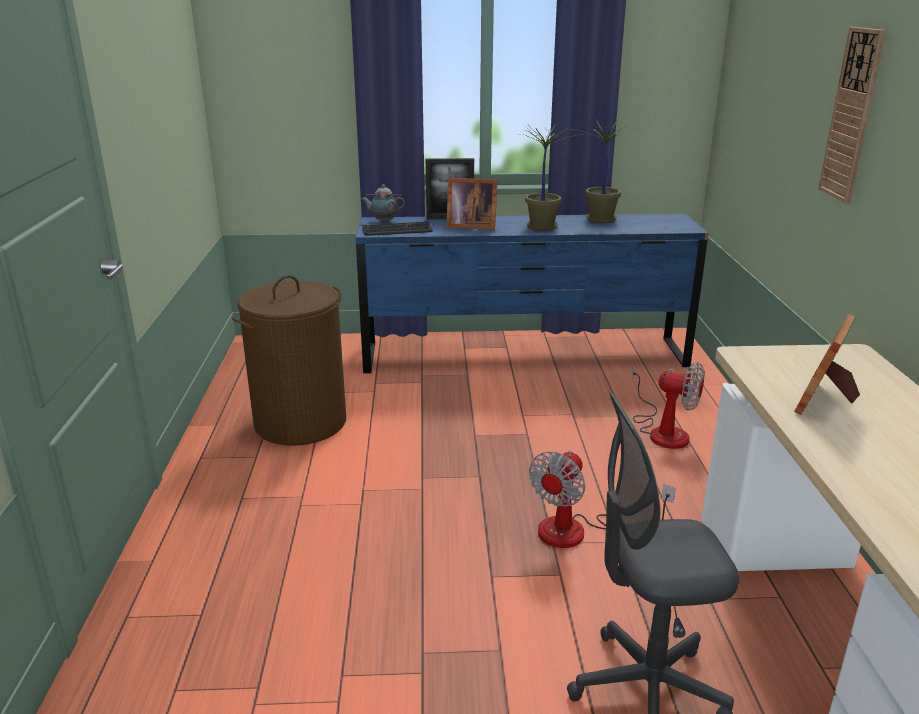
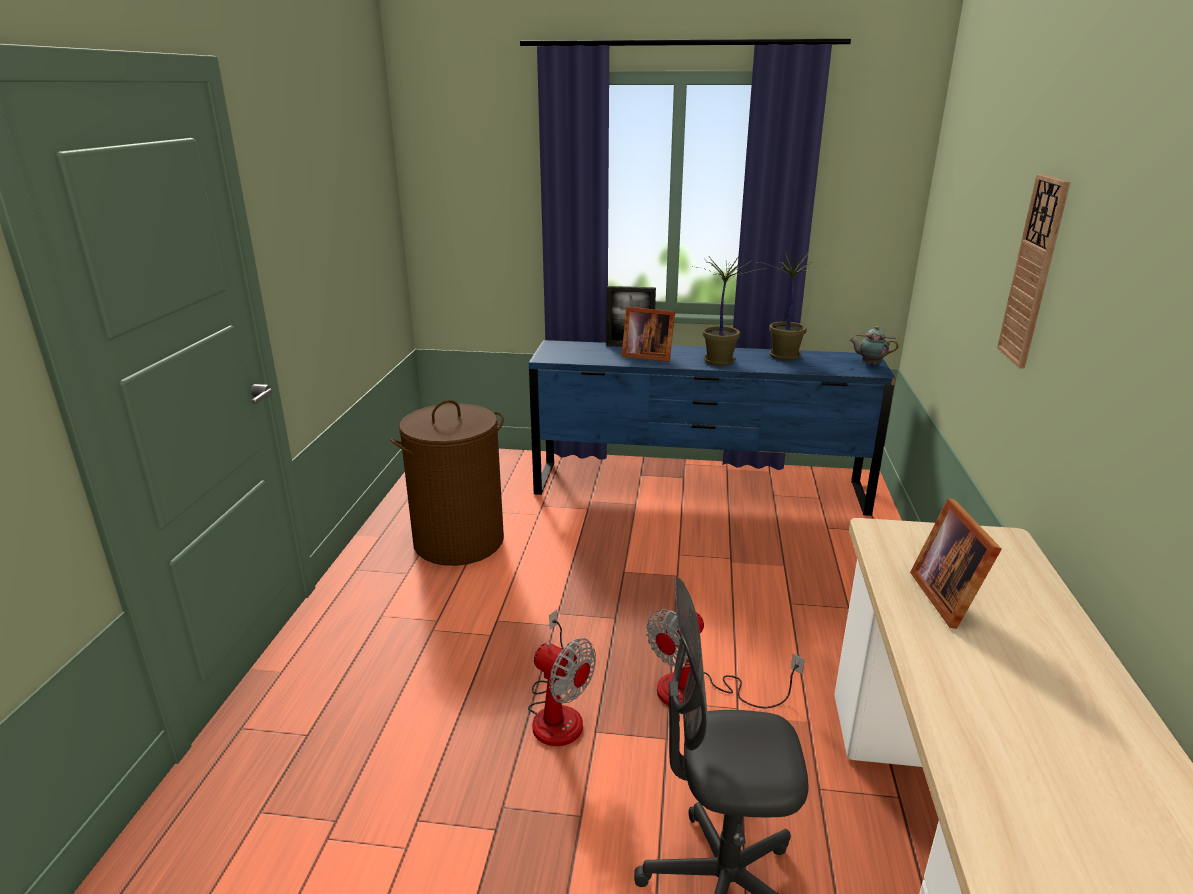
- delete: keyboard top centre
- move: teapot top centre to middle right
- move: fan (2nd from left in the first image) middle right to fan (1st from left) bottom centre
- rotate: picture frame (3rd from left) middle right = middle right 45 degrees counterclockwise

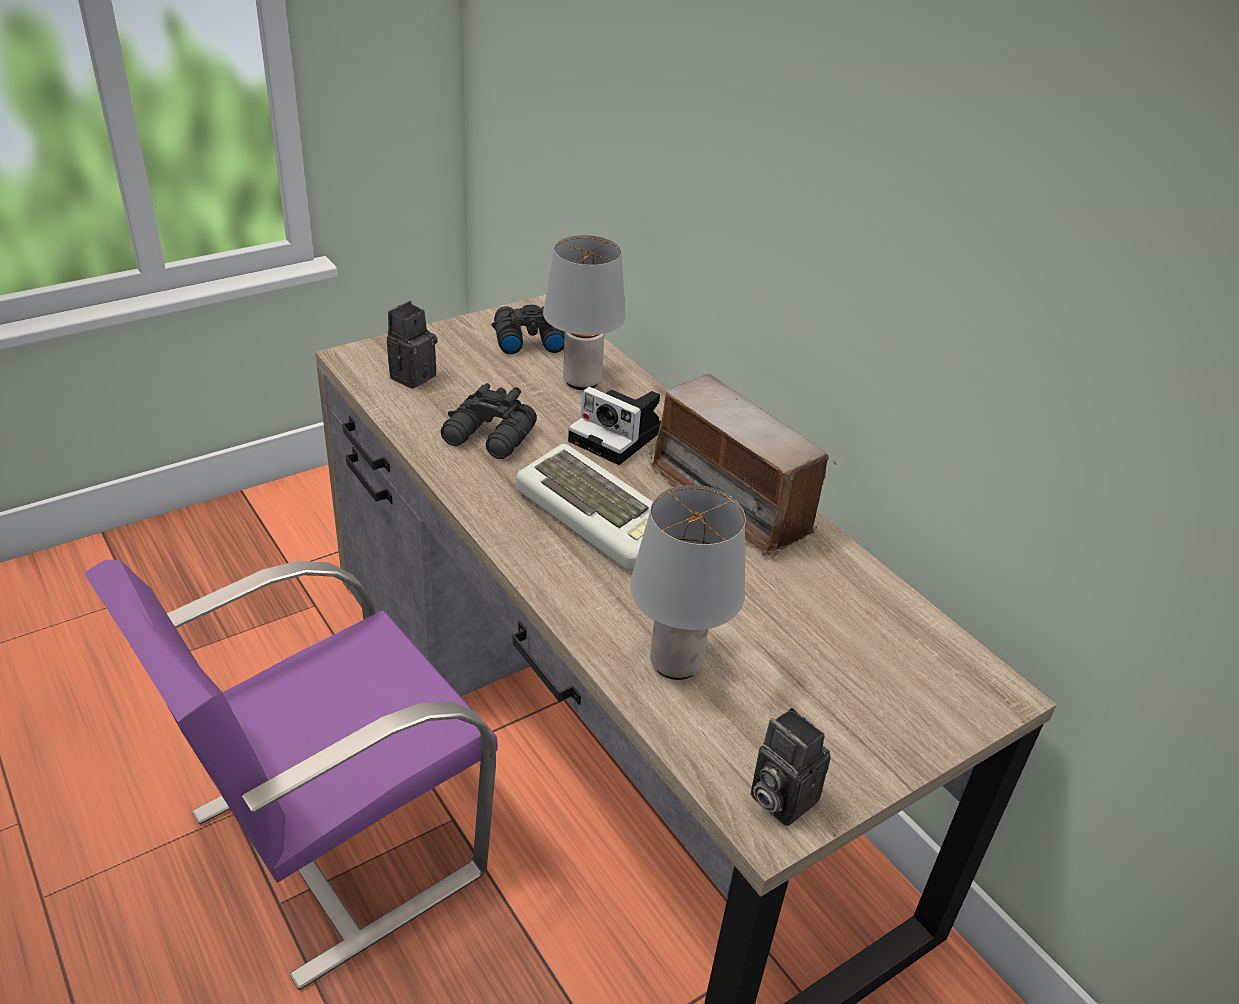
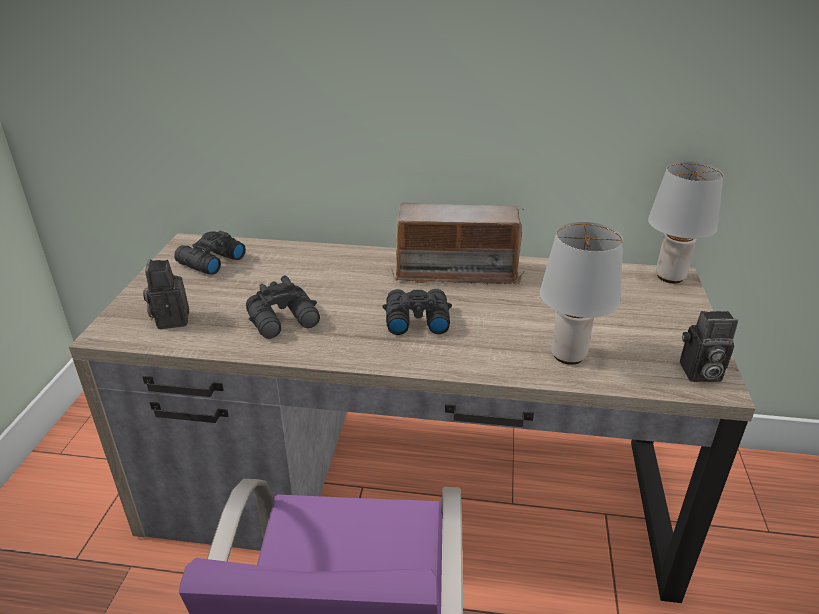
- delete: photo camera (2nd from left) centre
- move: table lamp/grey (1st from left in the first image) top centre to table lamp/grey (2nd from left) middle right
- replace: keyboard centre to binoculars/black (3rd from left) centre

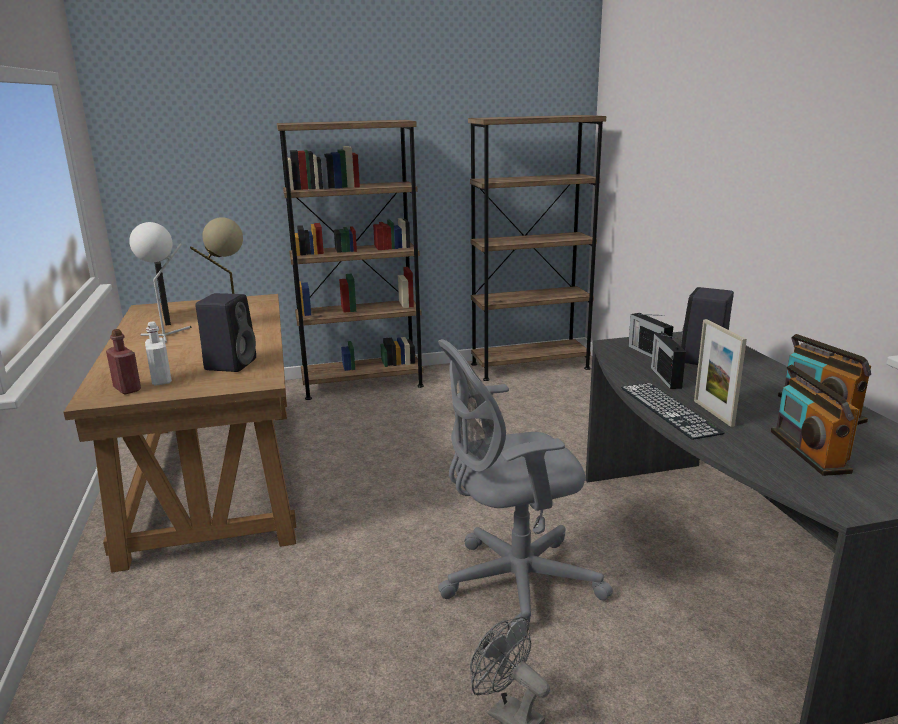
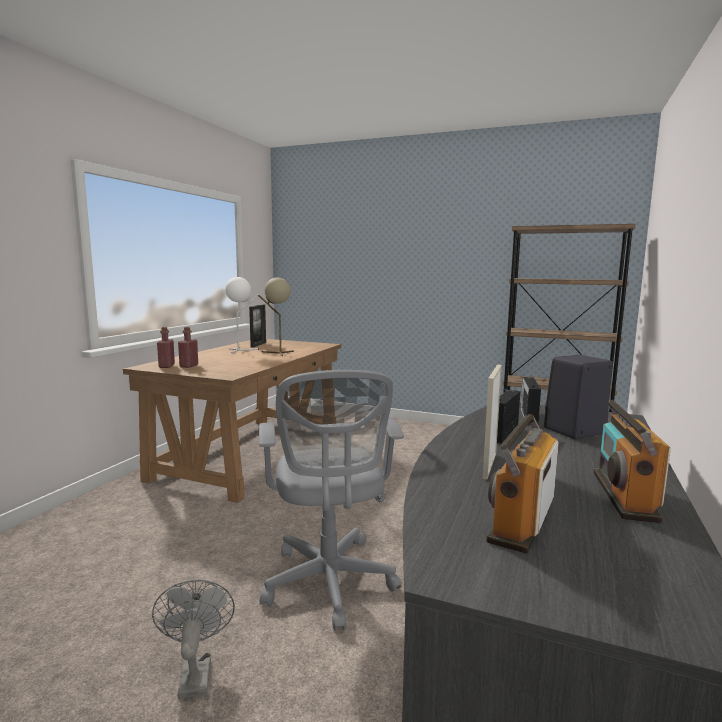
- delete: speaker/black (1st from left) middle left
- delete: bookcase/brown (1st from left) centre
- delete: keyboard middle right
- recolor: bottle/white middle left to bottle/red (2nd from left) middle left
- rotate: office chair/grey bottom centre = bottom centre 120 degrees counterclockwise

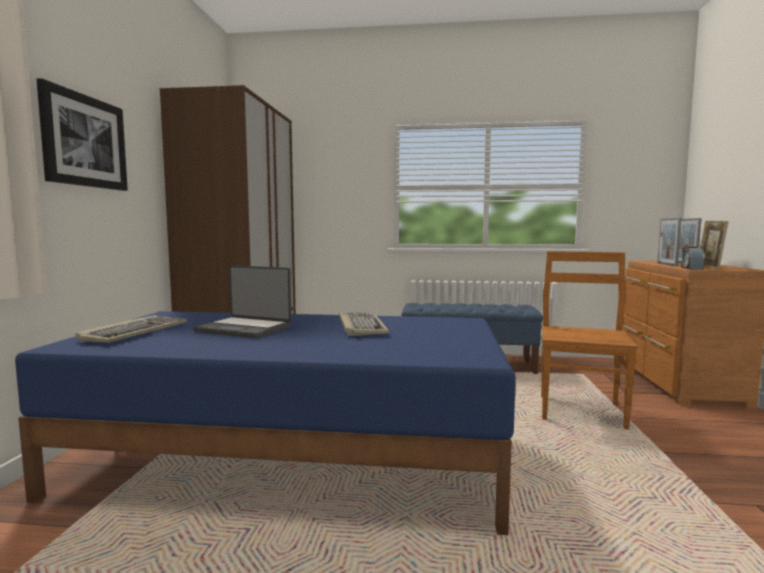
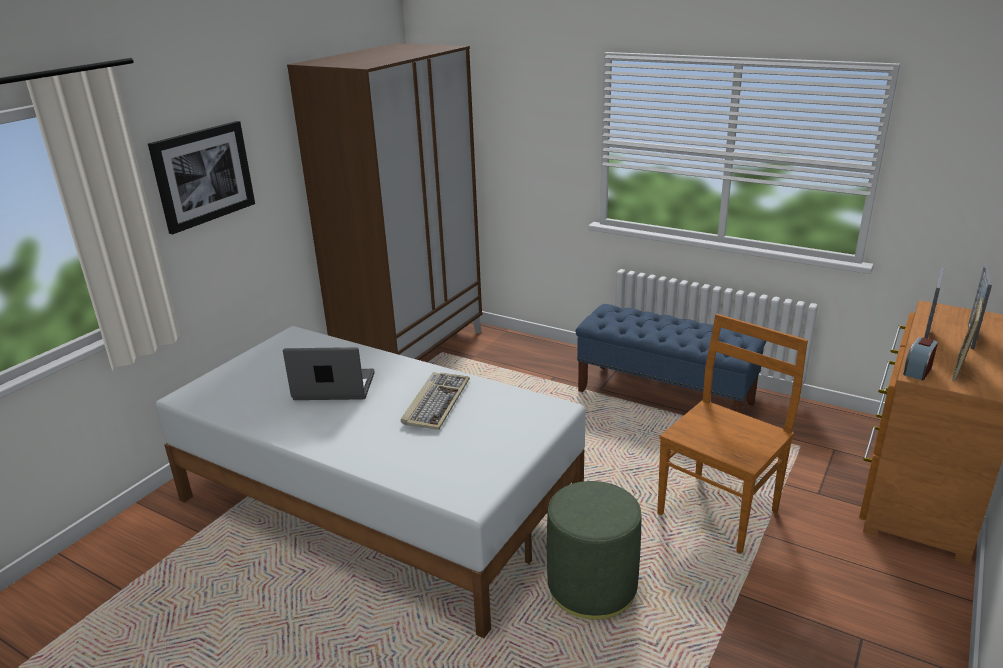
- delete: keyboard (1st from left) middle left
- insert: ottoman/green bottom centre
- recolor: bed/blue bottom centre to bed/white bottom centre
- rotate: laptop middle left = middle left 135 degrees clockwise

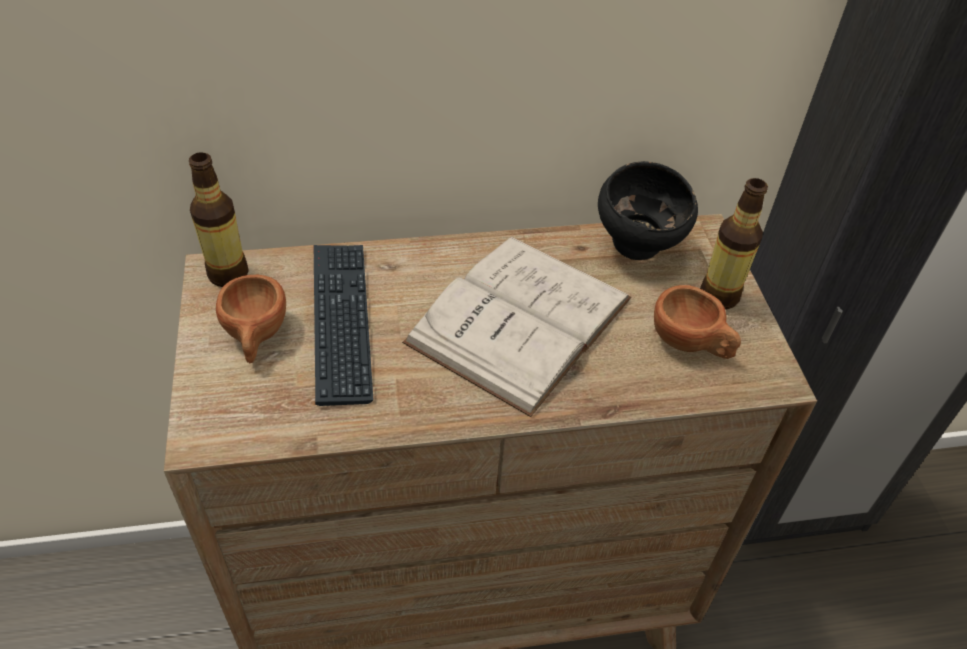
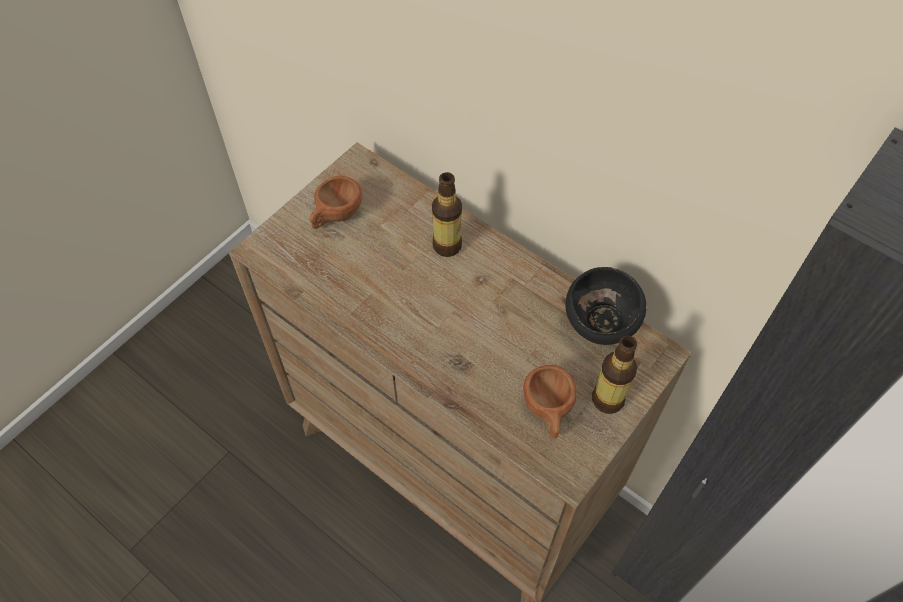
- delete: keyboard centre
- delete: book/white centre
- move: bottle (1st from left) middle left to centre

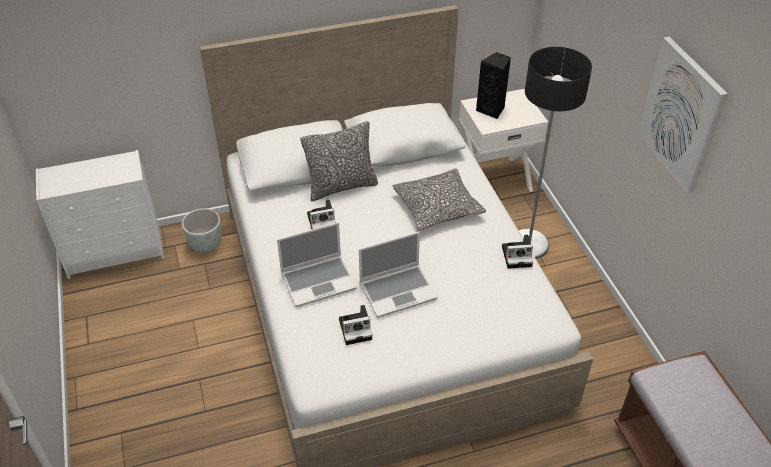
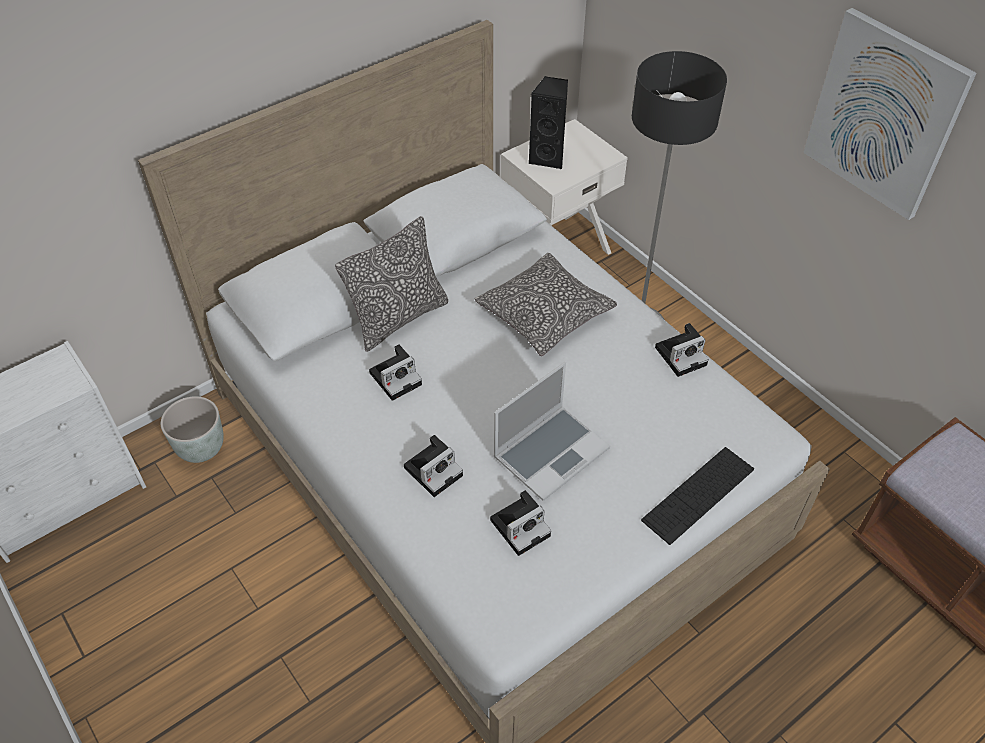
- insert: keyboard bottom right
- replace: laptop (1st from left) centre to photo camera (2nd from left) centre

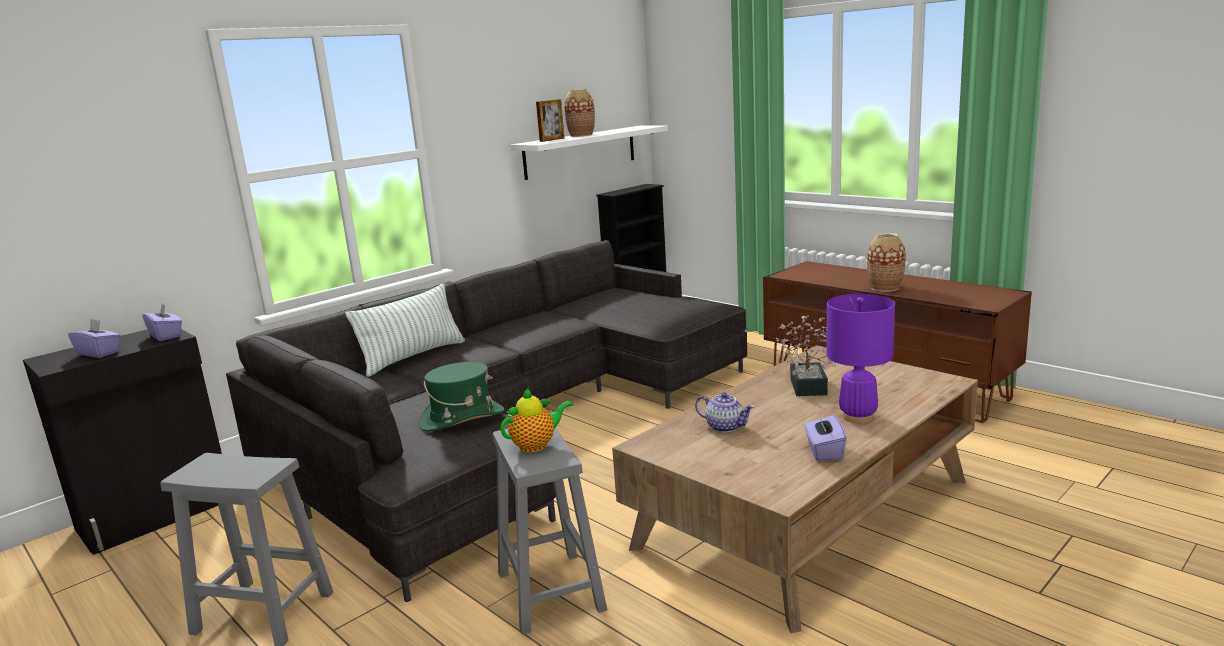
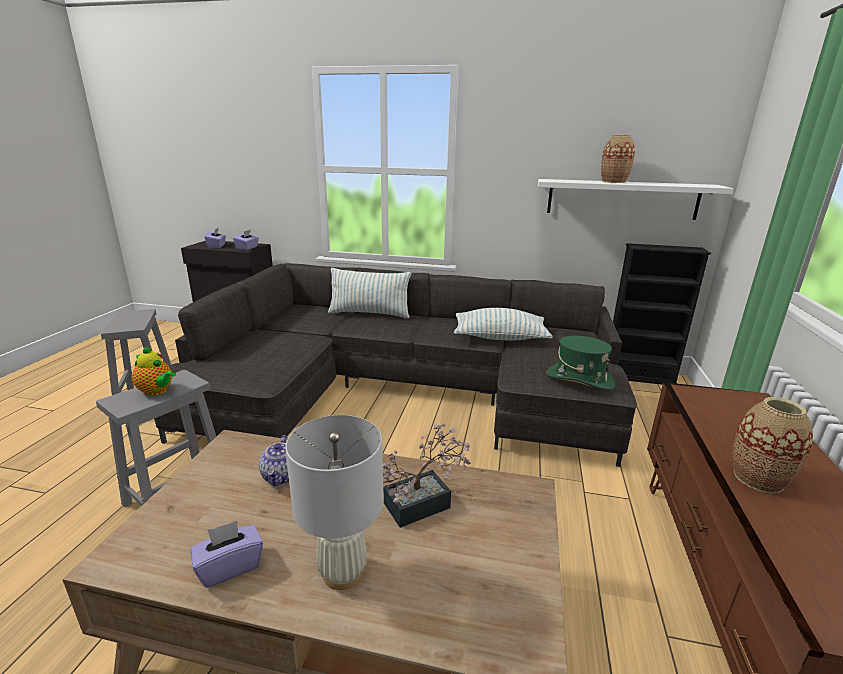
- delete: picture frame top centre
- insert: pillow (2nd from left) centre
- move: hat/green centre to middle right
- recolor: table lamp/purple middle right to table lamp/white bottom centre

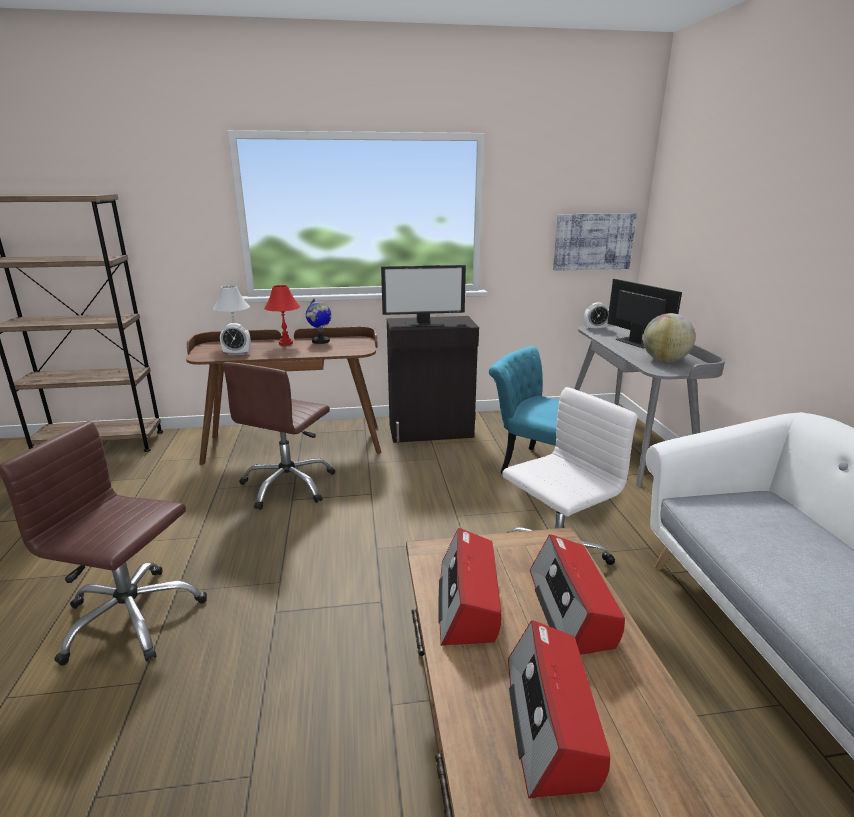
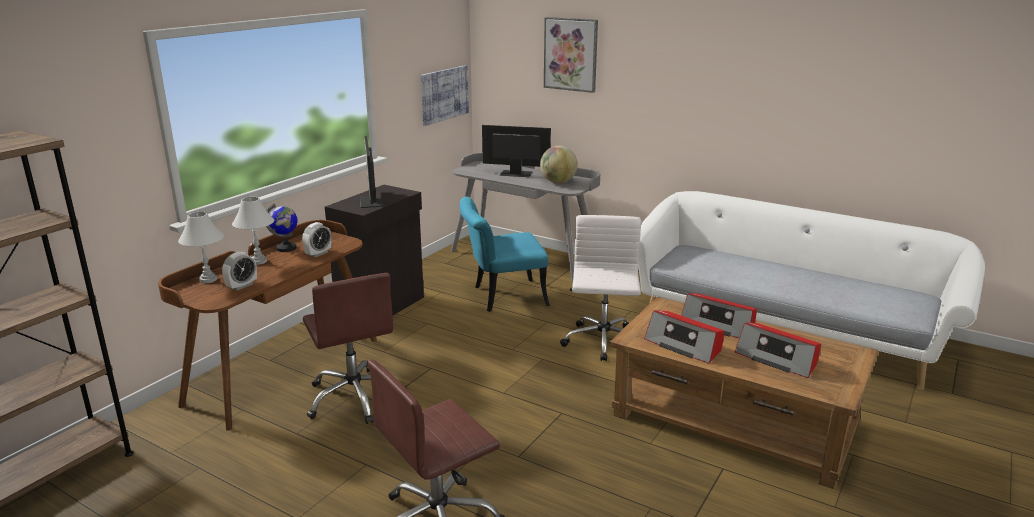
- insert: picture (2nd from left) top centre
- move: alarm clock (2nd from left) middle right to middle left
- recolor: table lamp/red middle left to table lamp/white (2nd from left) middle left
- rotate: monitor (1st from left) centre = top centre 135 degrees clockwise

